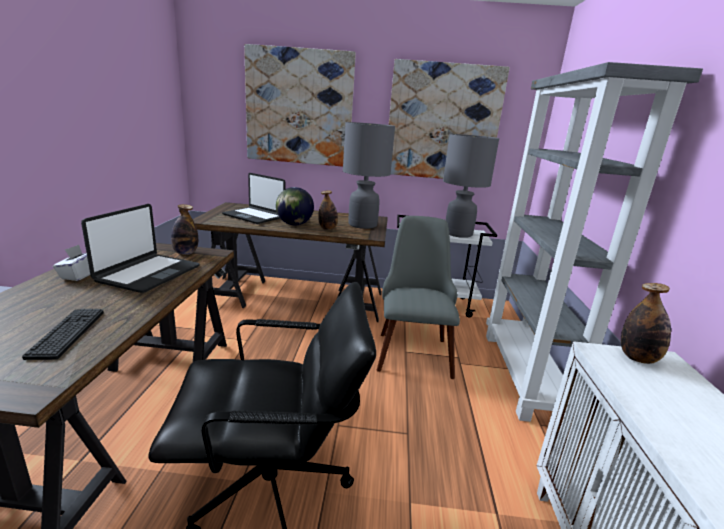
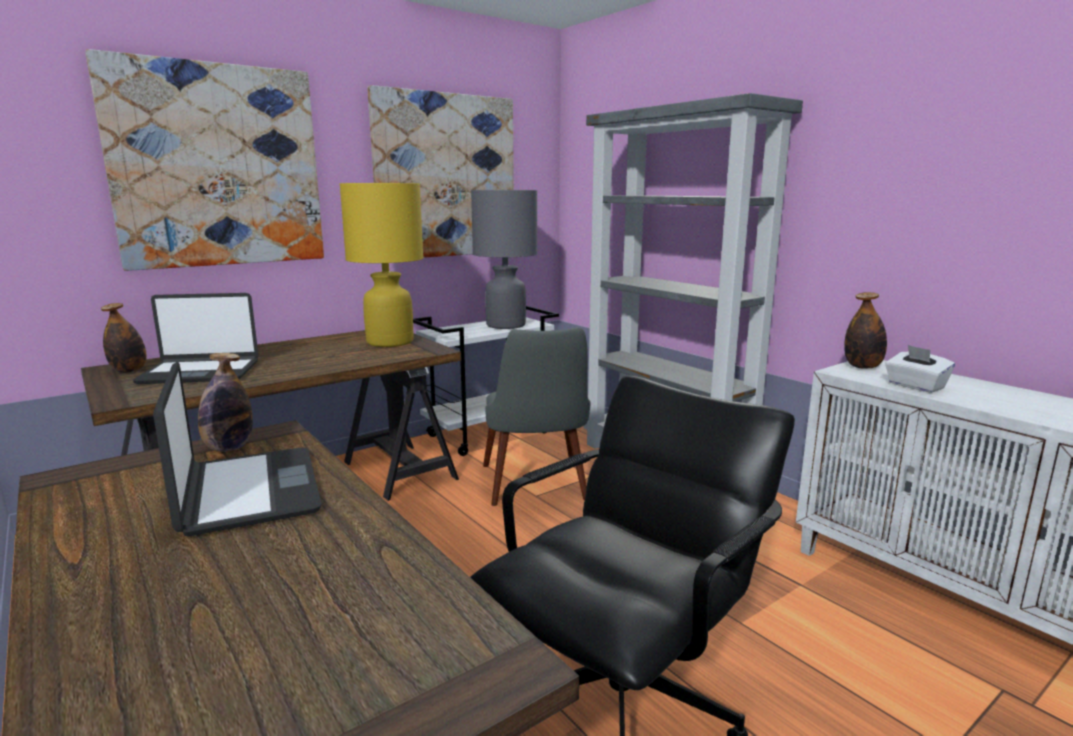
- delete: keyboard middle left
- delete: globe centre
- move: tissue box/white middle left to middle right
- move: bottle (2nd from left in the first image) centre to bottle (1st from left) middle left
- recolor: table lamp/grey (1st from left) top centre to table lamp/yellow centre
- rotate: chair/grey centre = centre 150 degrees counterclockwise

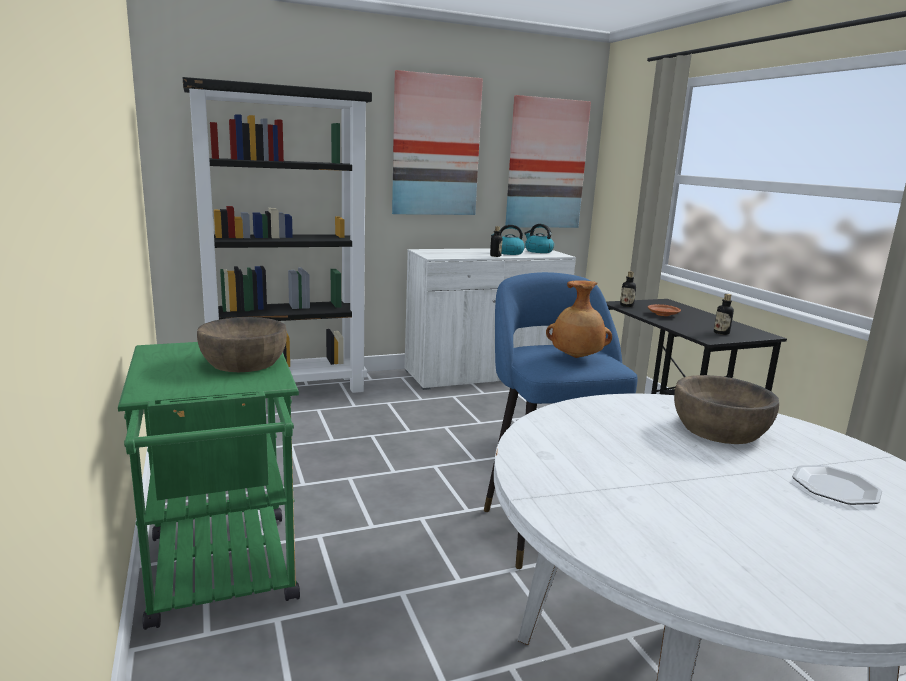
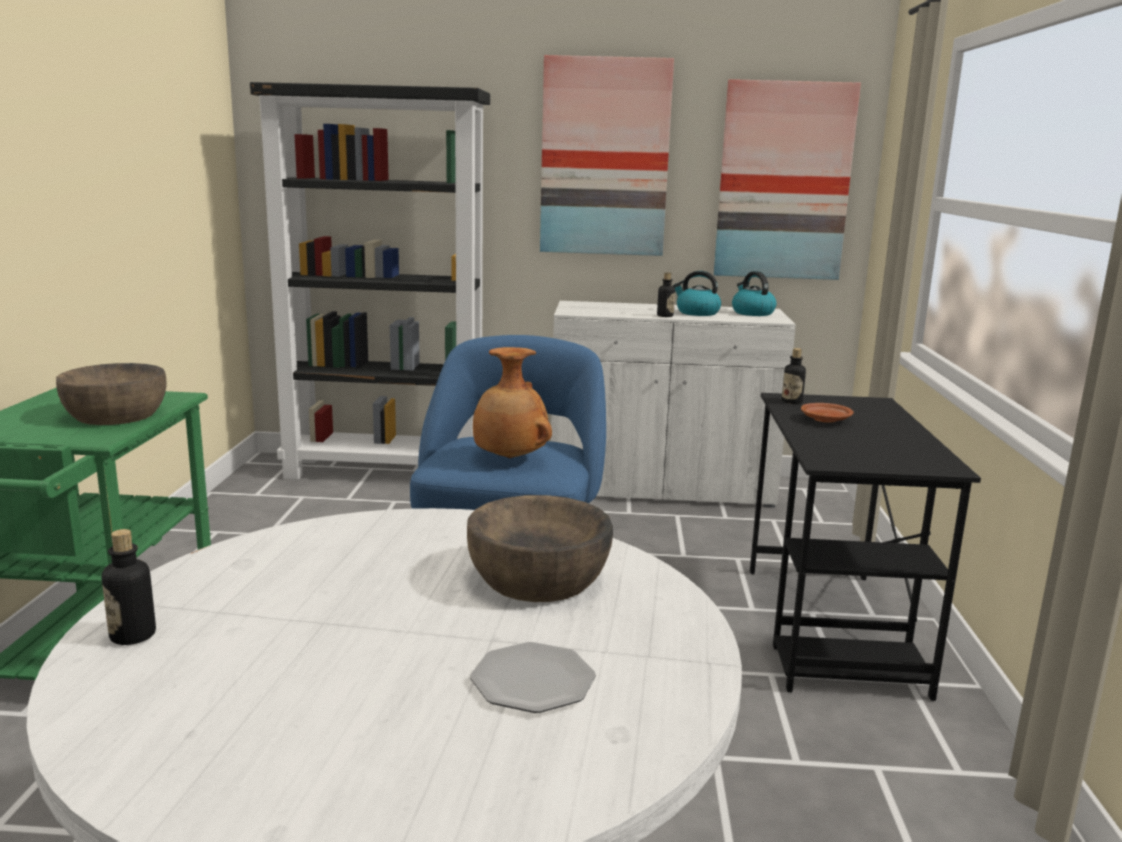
- move: bottle (3rd from left in the first image) middle right to bottle (1st from left) bottom left

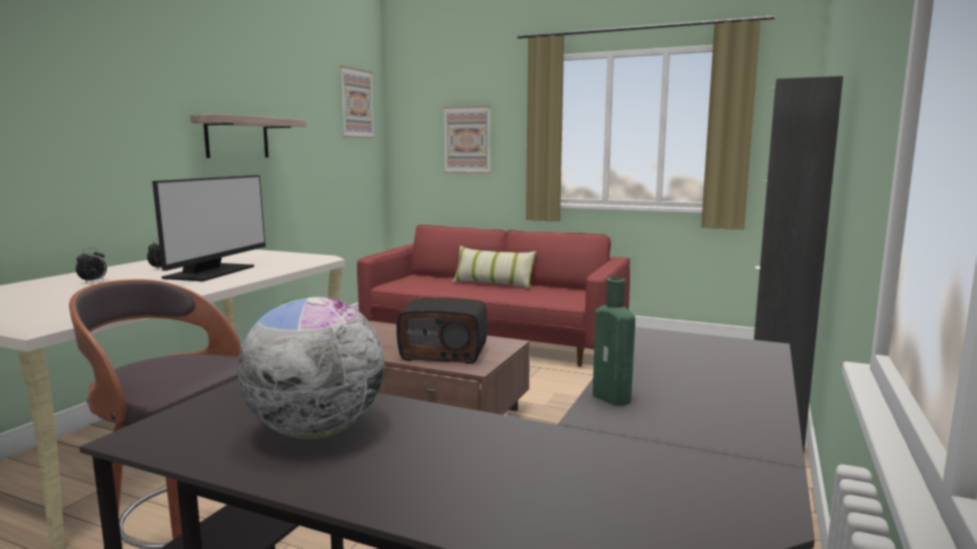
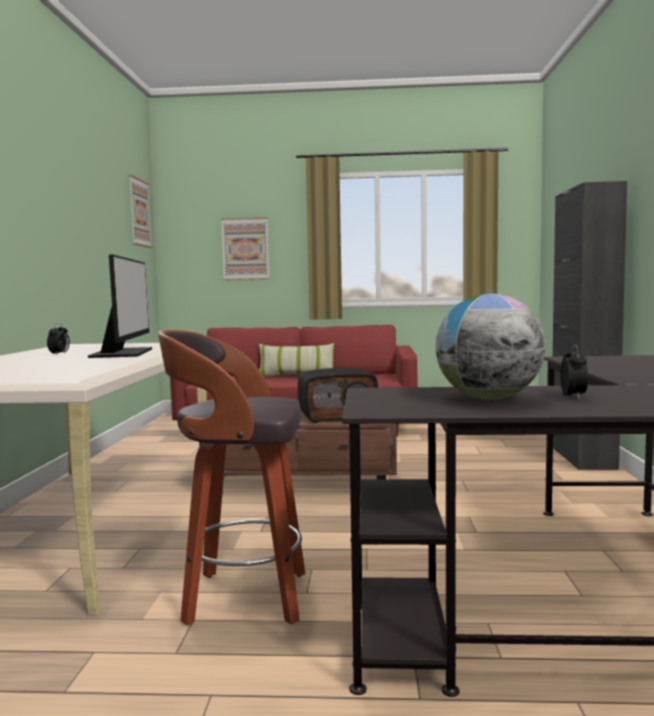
- delete: shelf top left
- delete: bottle/green centre
- move: alarm clock (1st from left in the first image) middle left to alarm clock (2nd from left) middle right

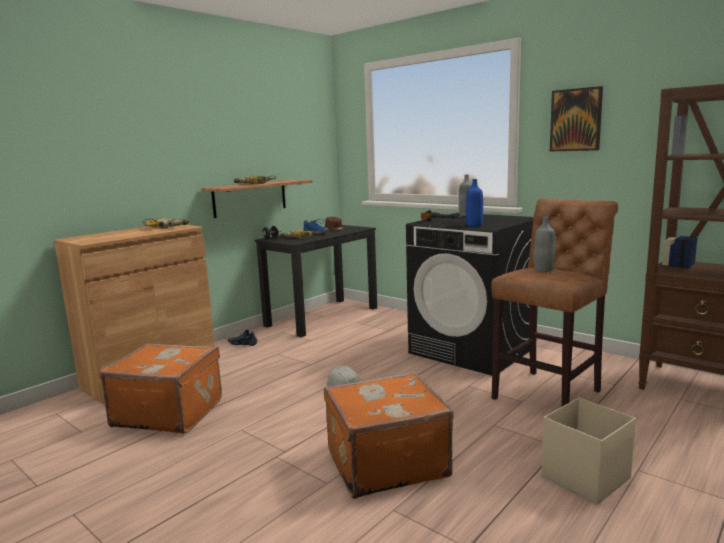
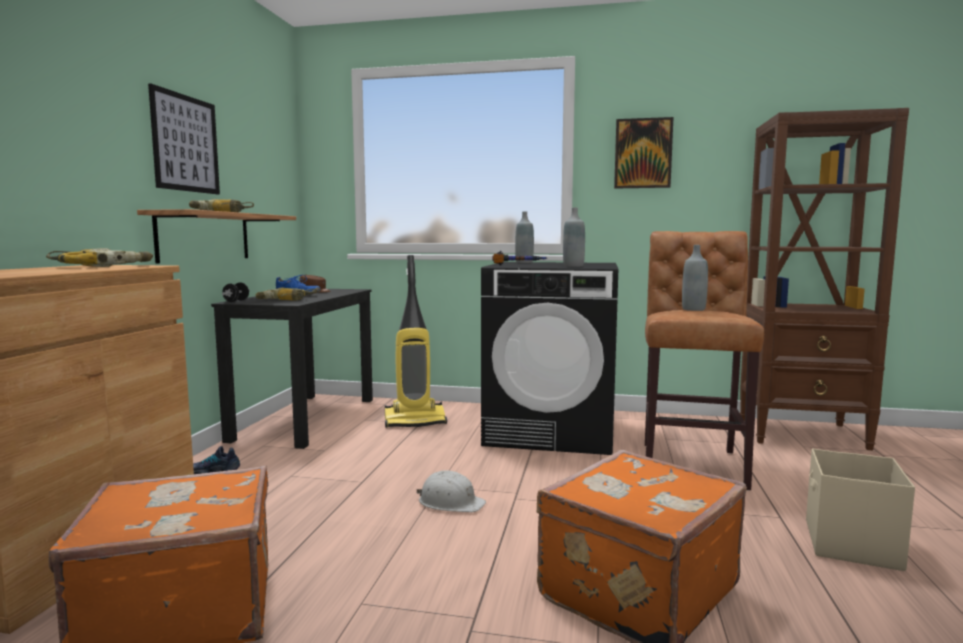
- insert: picture (1st from left) top left
- insert: vacuum cleaner centre
- recolor: bottle/blue centre to bottle/grey (2nd from left) centre

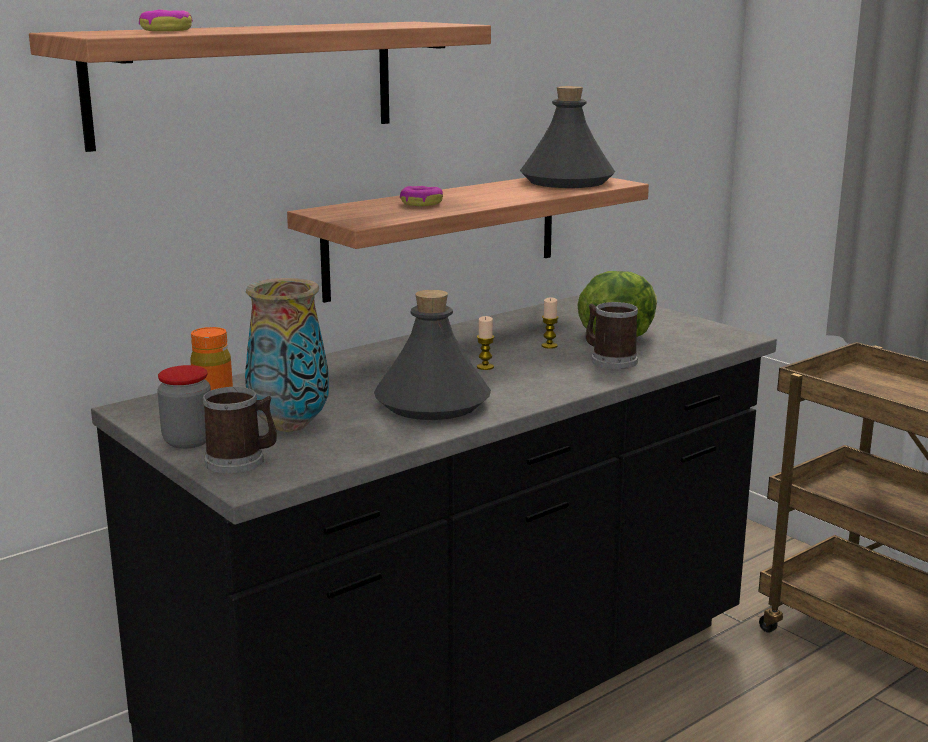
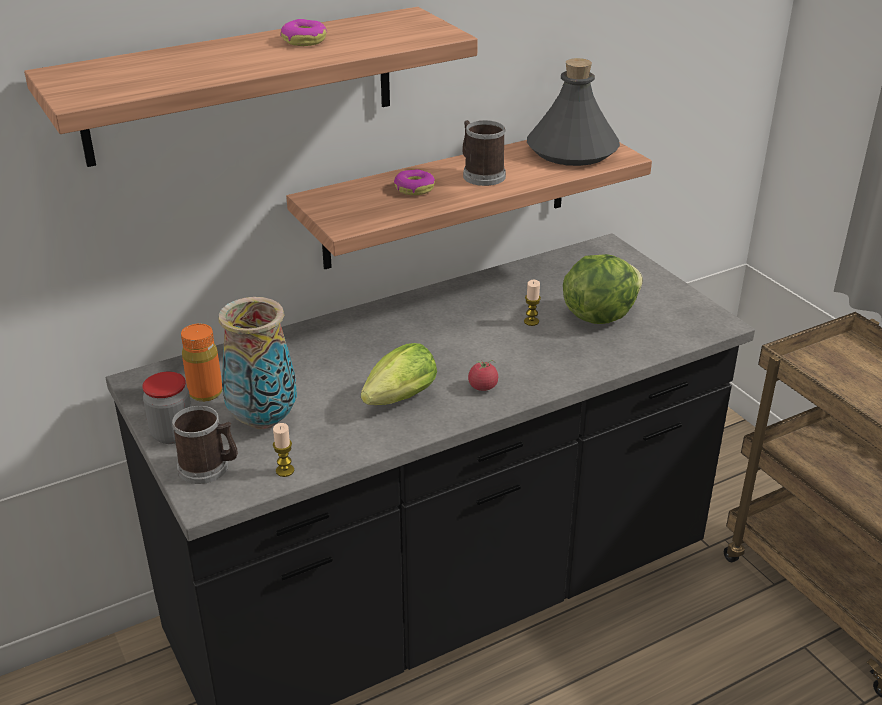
- insert: tomato centre
- move: donut (1st from left) top left to top centre
- move: candle (1st from left) centre to middle left
- move: mug (2nd from left) centre to top centre
- replace: bottle/grey (1st from left) centre to lettuce (1st from left) centre

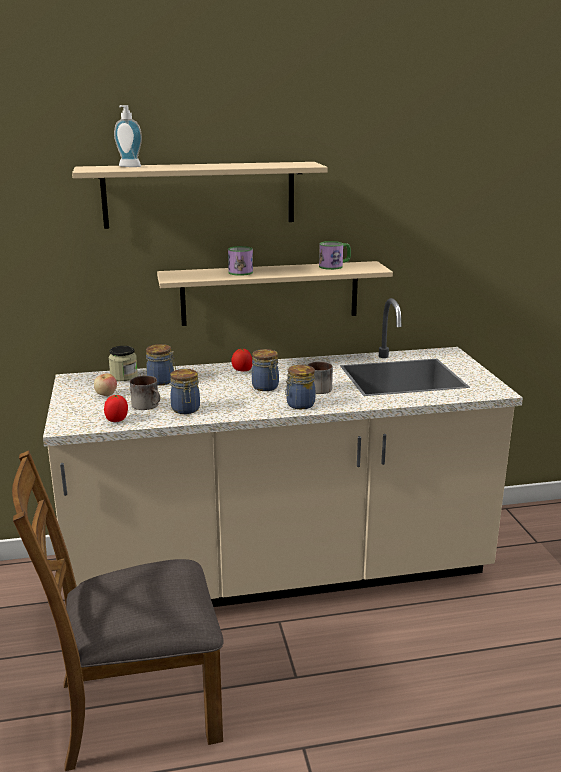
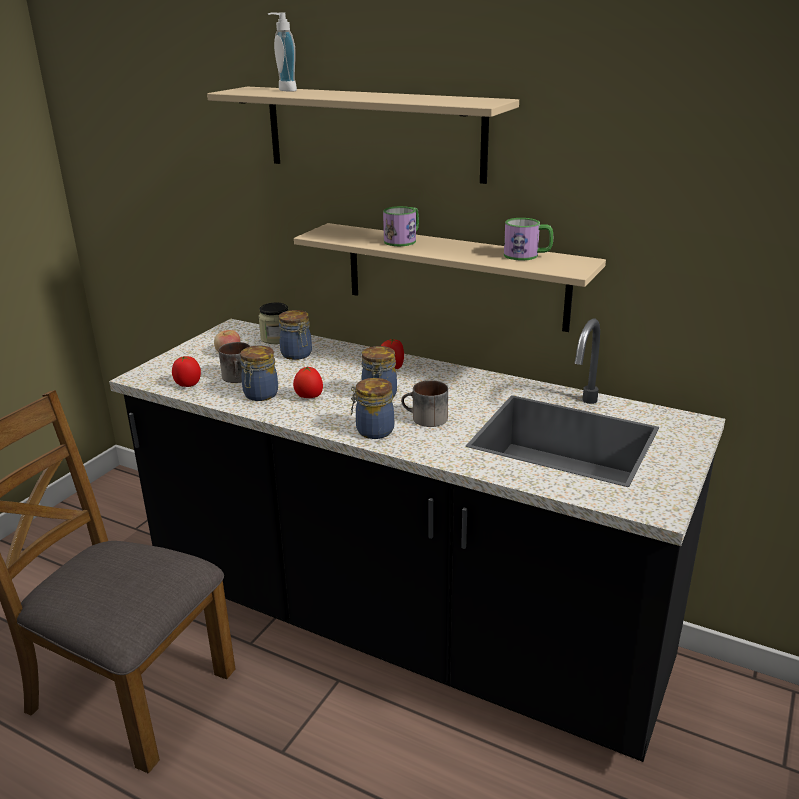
- insert: tomato (2nd from left) centre
- recolor: counter/beige centre to counter/black bottom centre

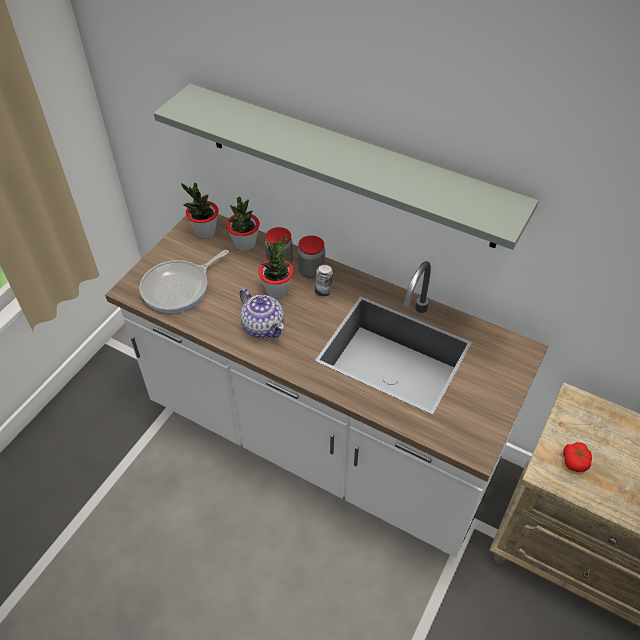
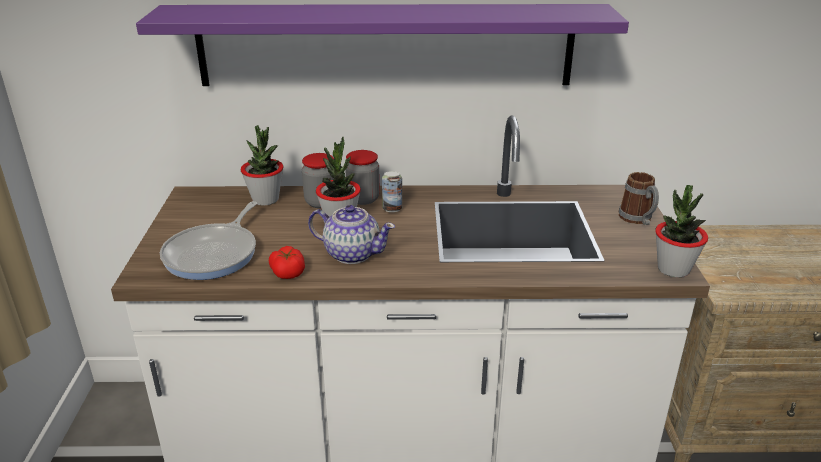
- insert: mug middle right
- move: potted plant (1st from left in the first image) top left to potted plant (3rd from left) middle right
- move: tomato bottom right to centre
- recolor: shelf/grey top centre to shelf/purple top centre

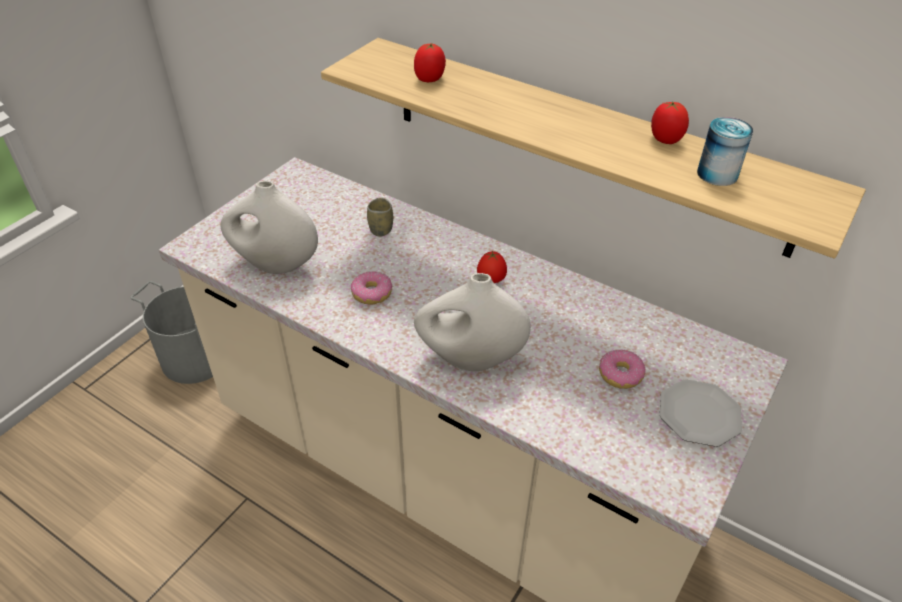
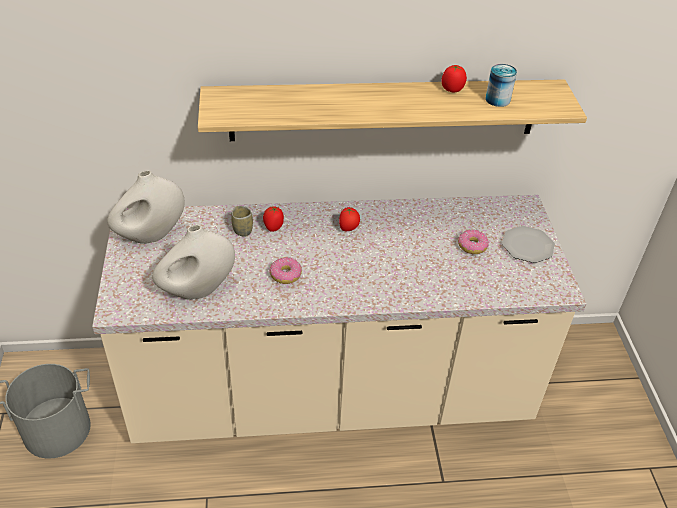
- move: tomato (1st from left) top centre to centre
- move: vase/white (2nd from left in the first image) centre to vase/white (1st from left) middle left

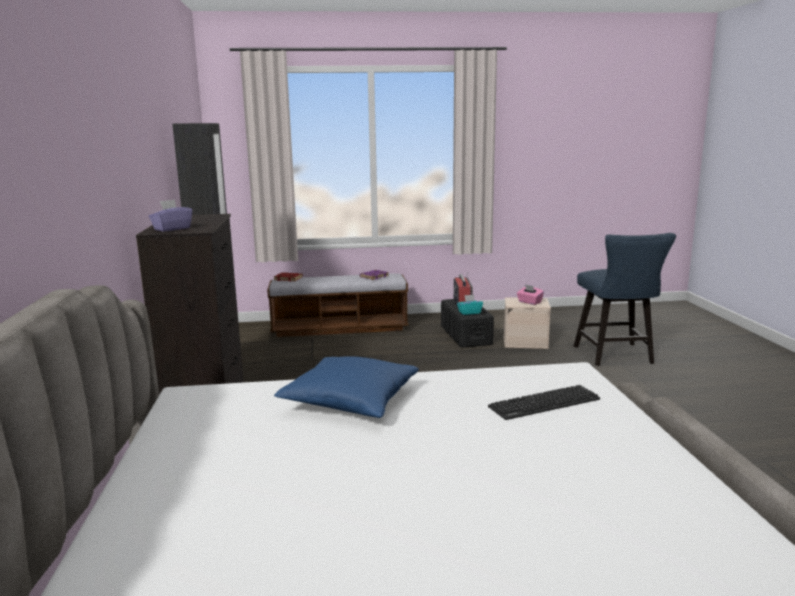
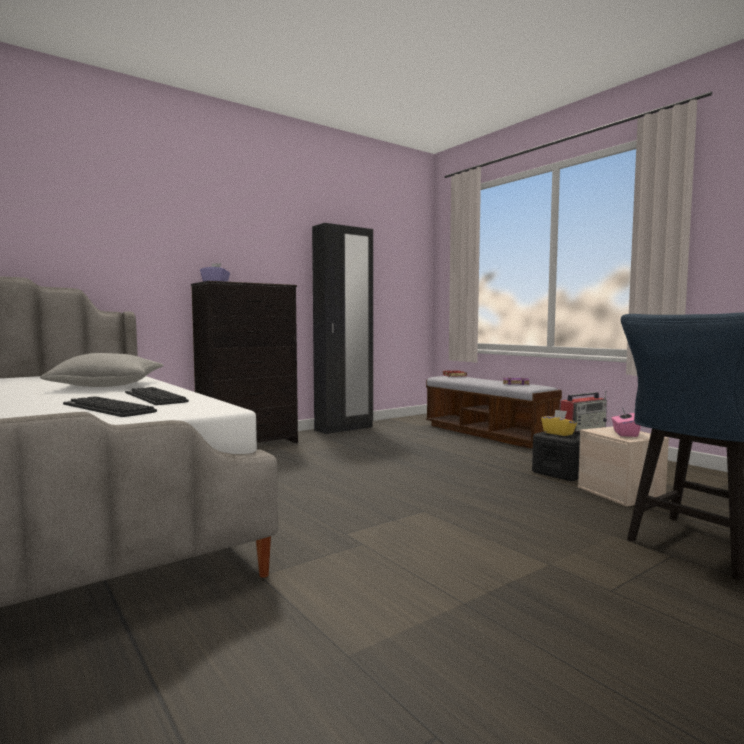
- insert: keyboard (2nd from left) middle left
- recolor: pillow/blue centre to pillow/grey middle left
- recolor: tissue box/turquoise centre to tissue box/yellow middle right

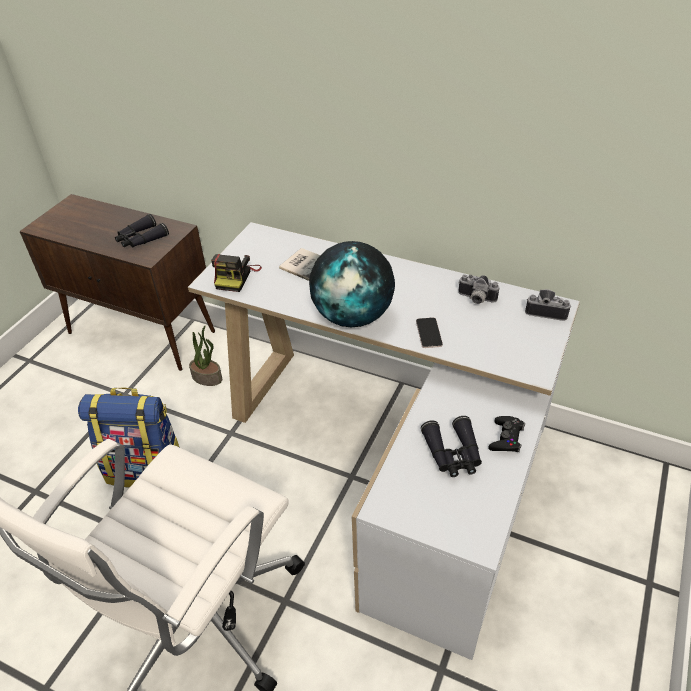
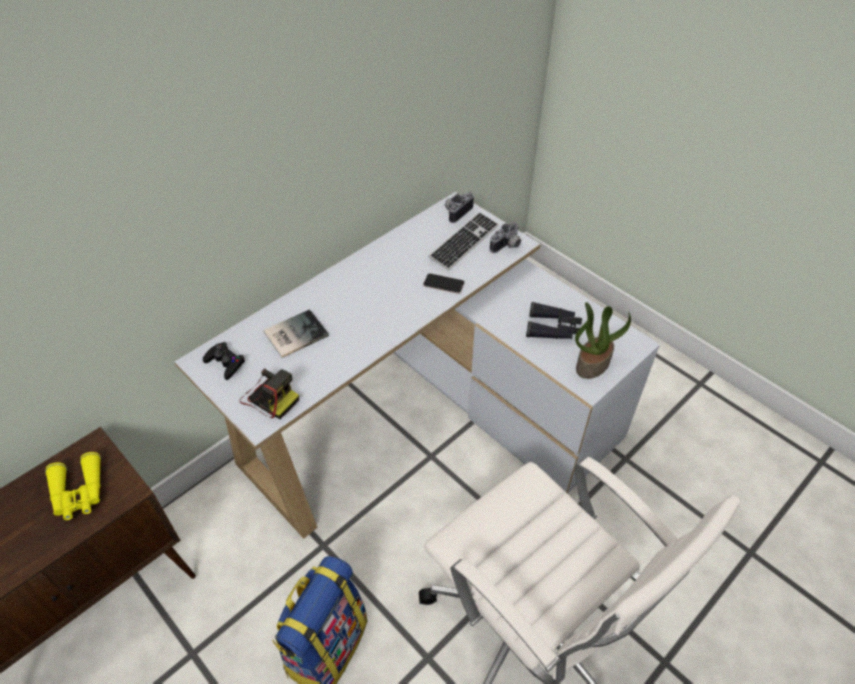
- delete: globe centre
- insert: keyboard centre
- move: potted plant middle left to middle right
- move: photo camera (2nd from left in the first image) middle right to photo camera (3rd from left) centre
- move: game controller/black middle right to middle left
- recolor: binoculars/black (1st from left) top left to binoculars/yellow bottom left

